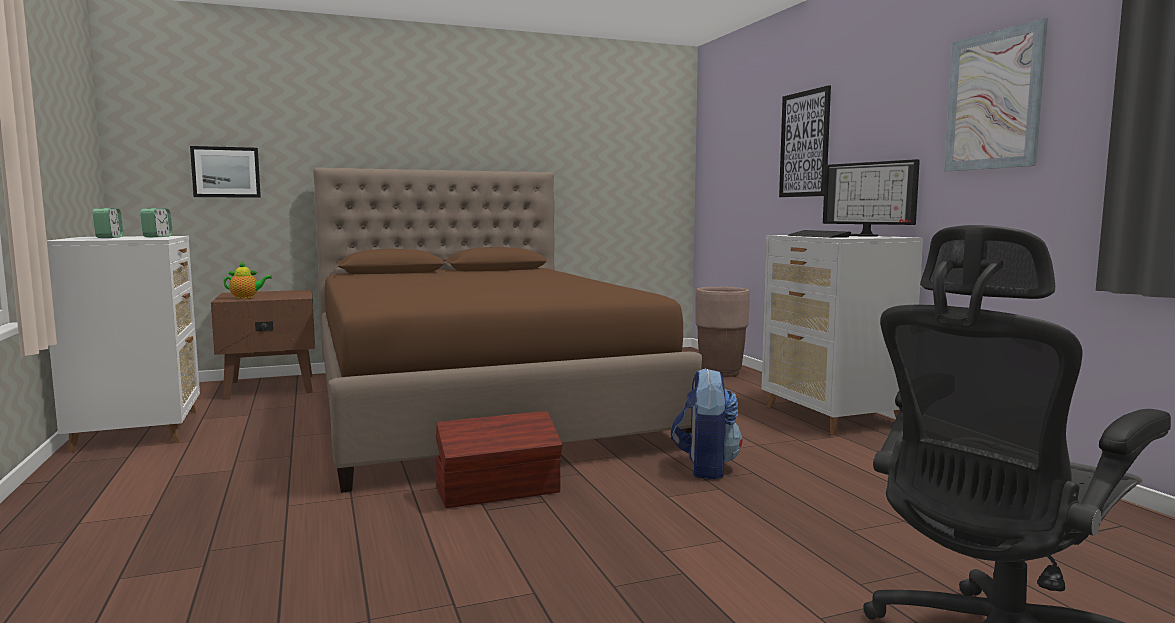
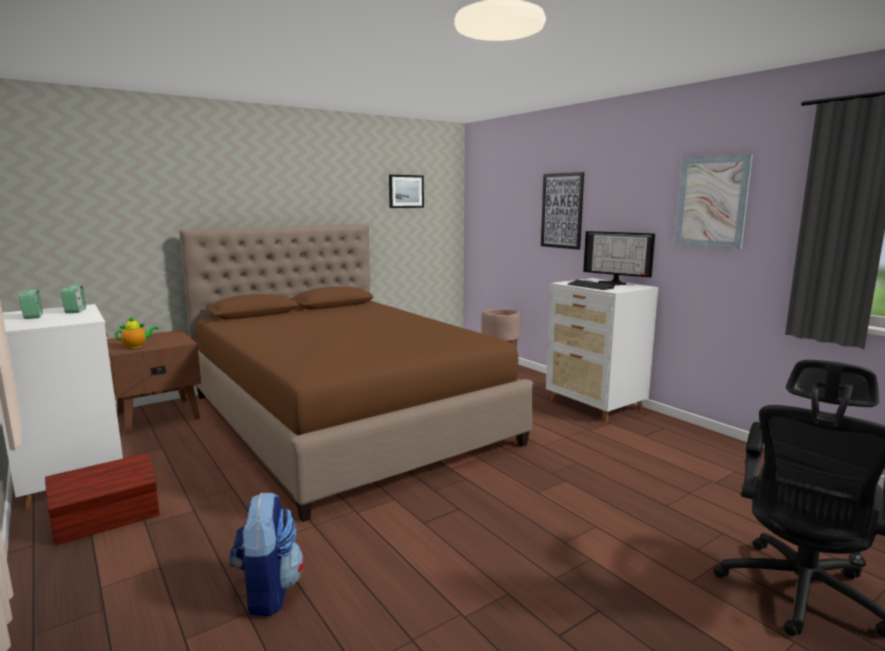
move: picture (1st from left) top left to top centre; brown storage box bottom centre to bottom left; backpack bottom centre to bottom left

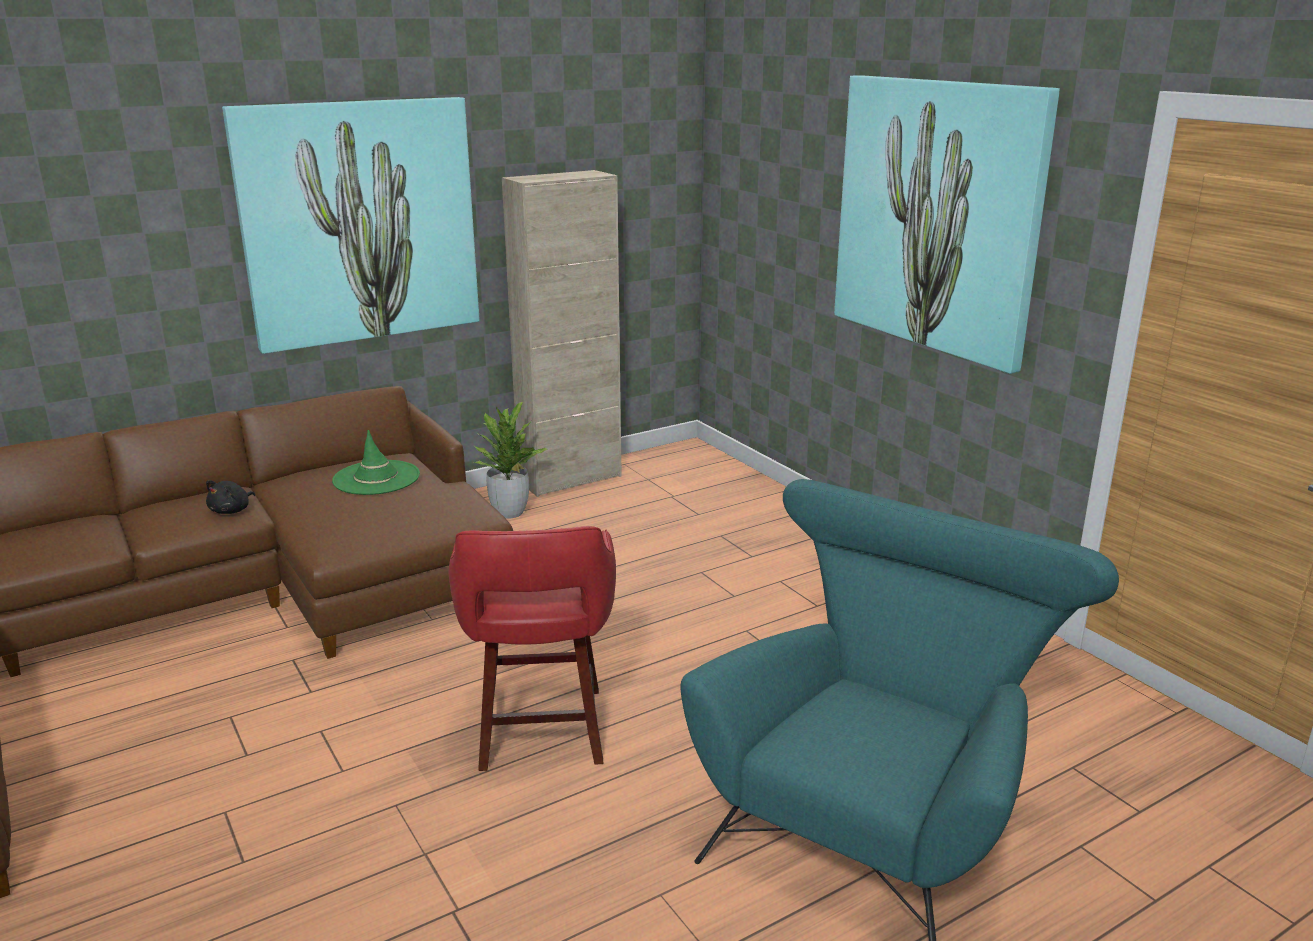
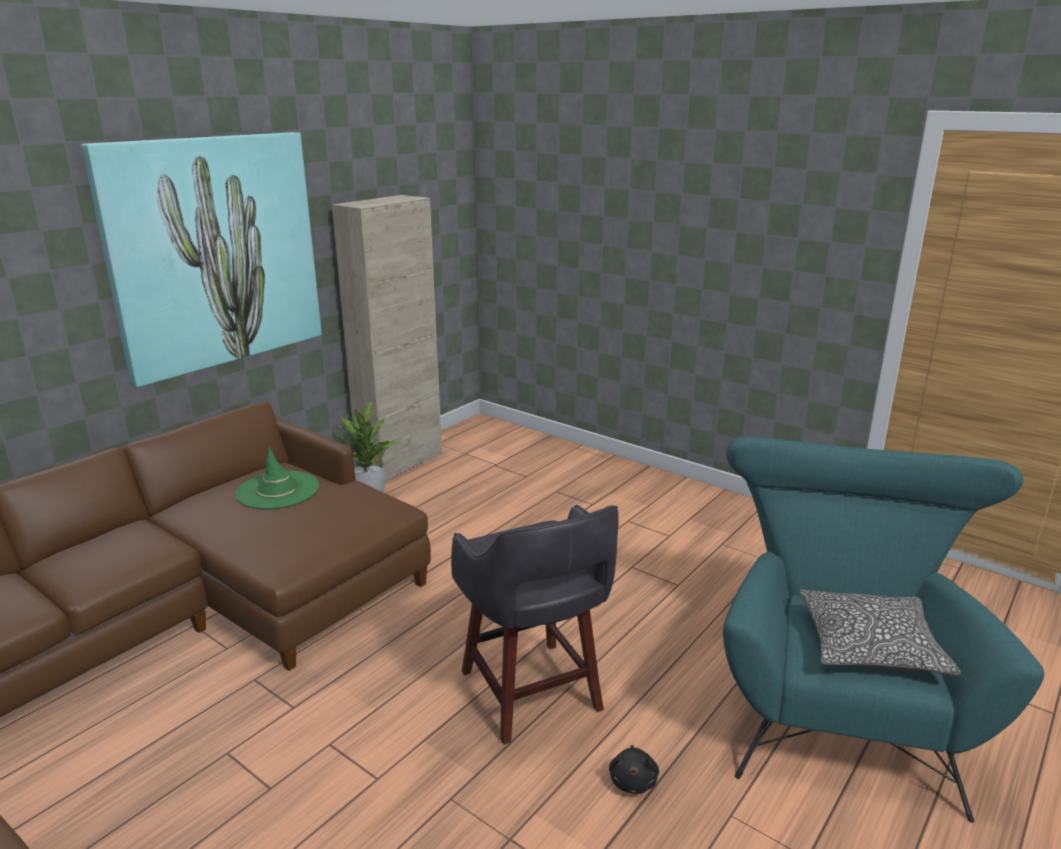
delete: picture (2nd from left) top right
insert: pillow bottom right
move: black plush toy middle left to bottom centre
recolor: red stool bottom centre to grey stool bottom centre

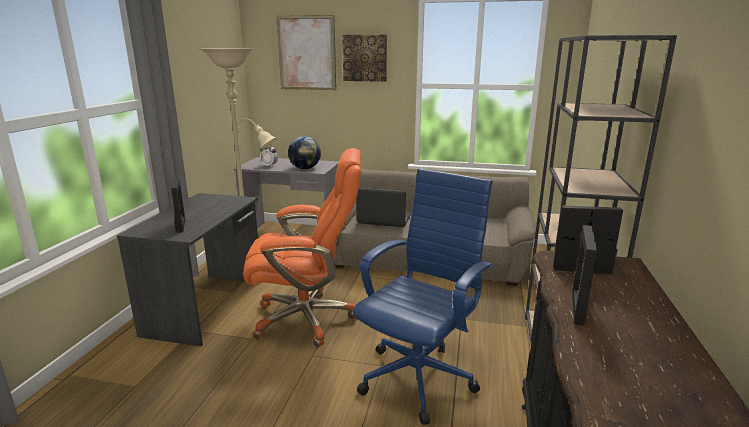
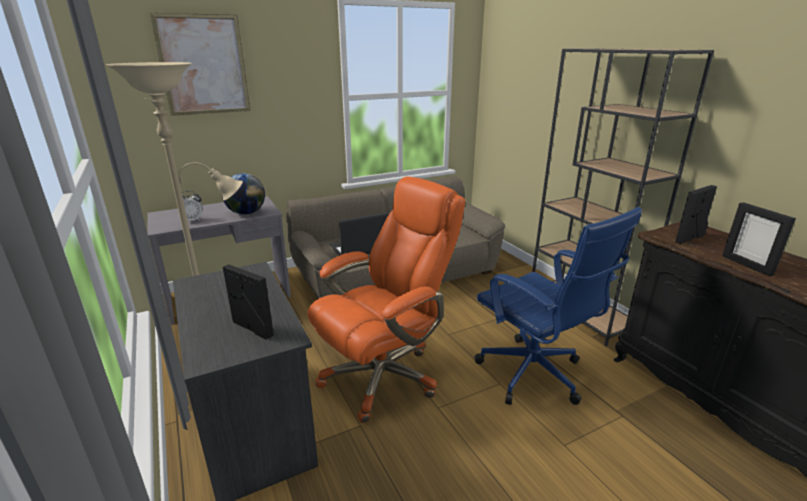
delete: picture (2nd from left) top centre
rotate: blue office chair bottom centre = middle right 150 degrees clockwise

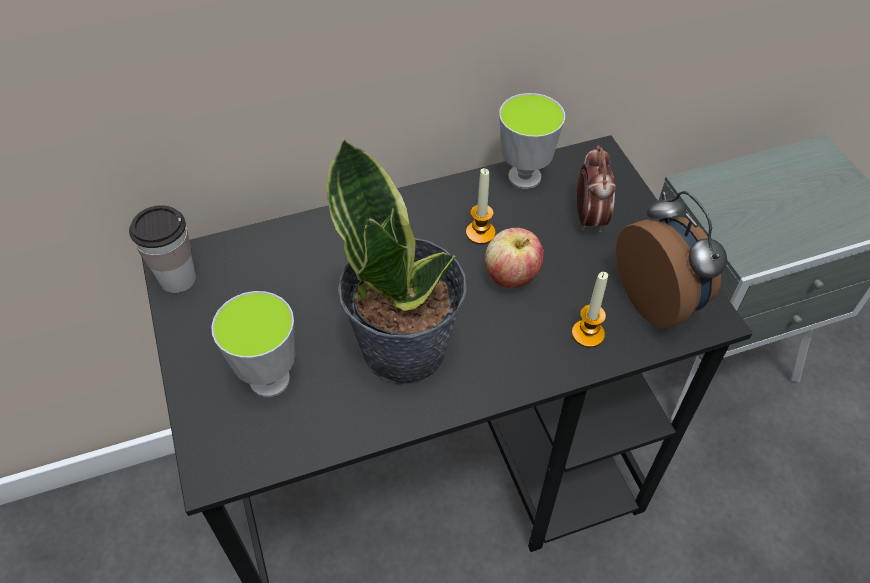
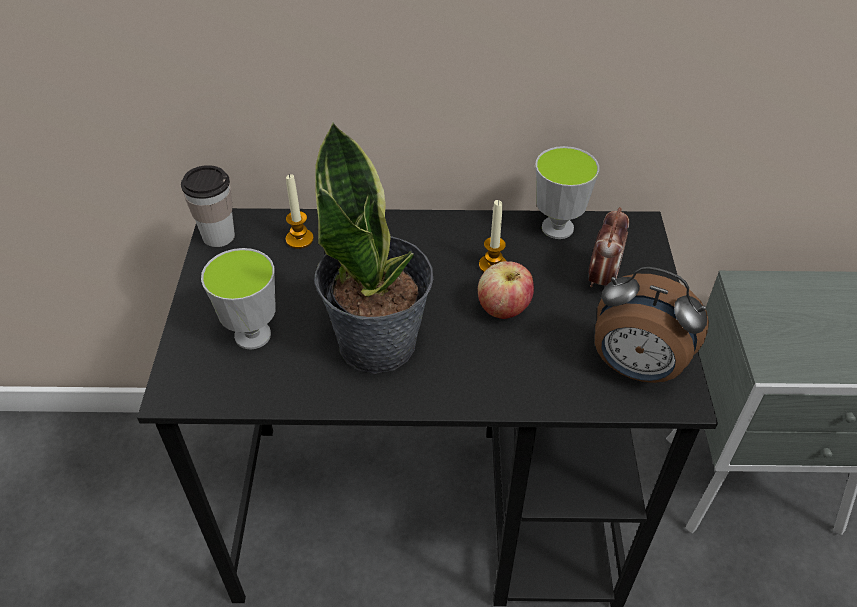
move: candle (2nd from left in the first image) middle right to candle (1st from left) centre
rotate: alarm clock (2nd from left) middle right = middle right 120 degrees clockwise

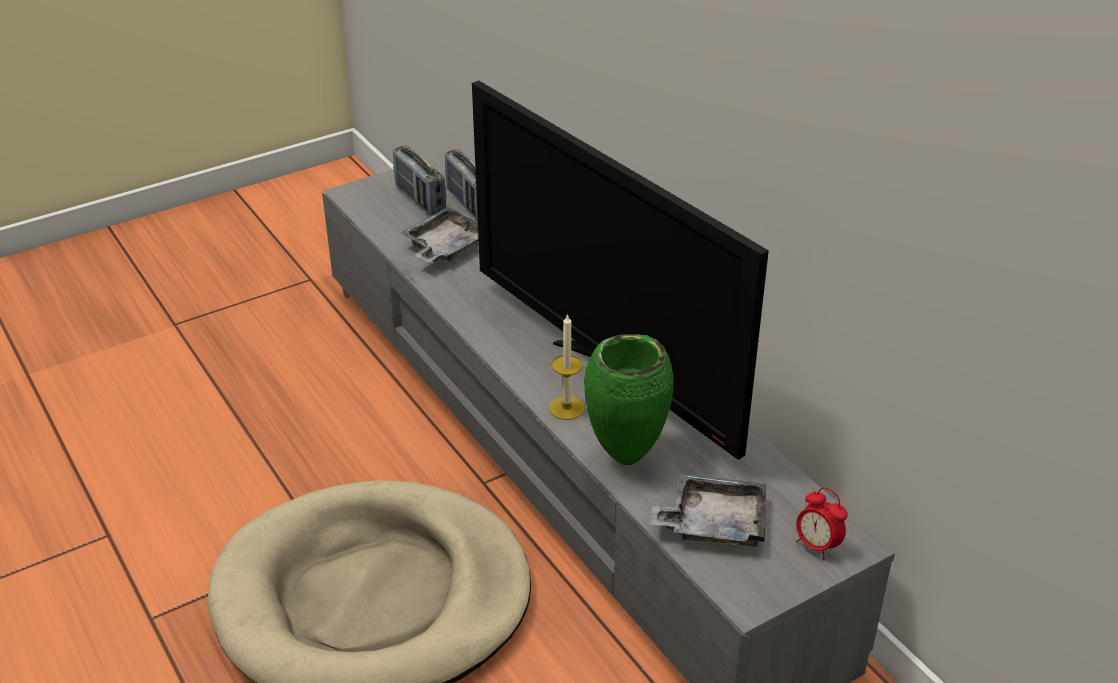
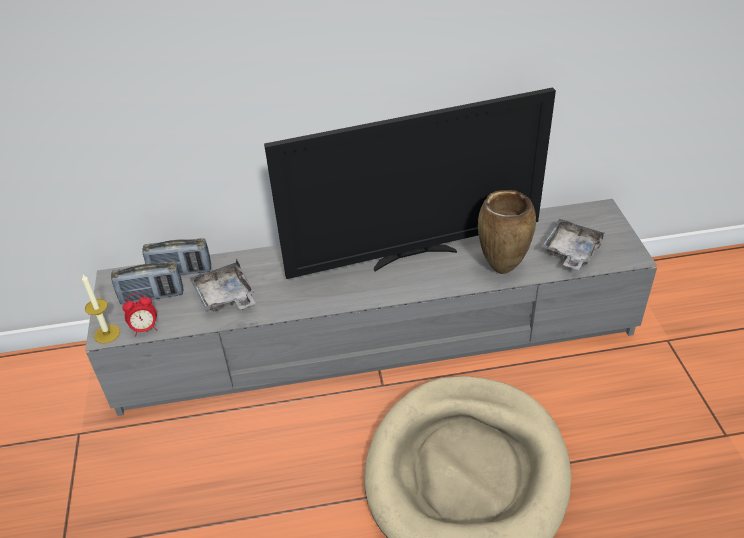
move: candle centre to middle left; alarm clock bottom right to middle left
recolor: green vase centre to brown vase middle right

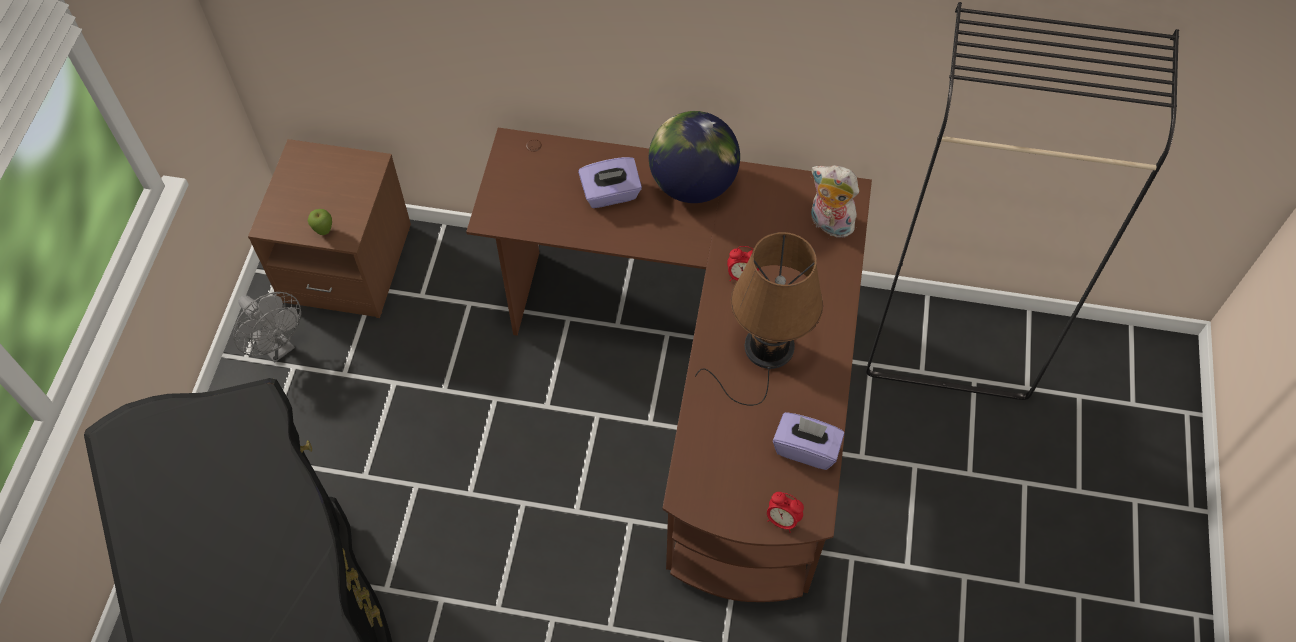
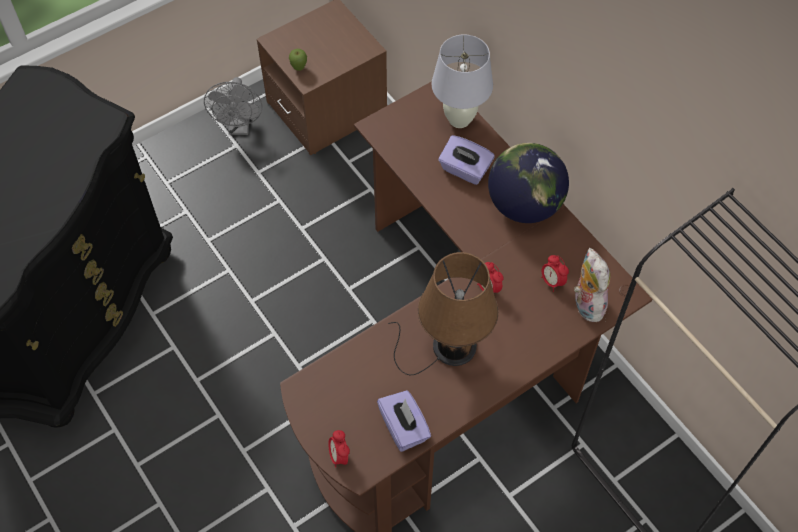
insert: white table lamp top centre; alarm clock (3rd from left) middle right

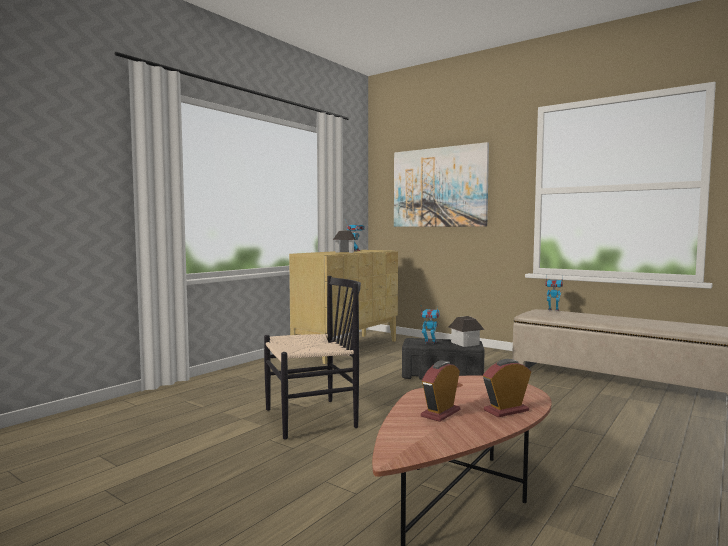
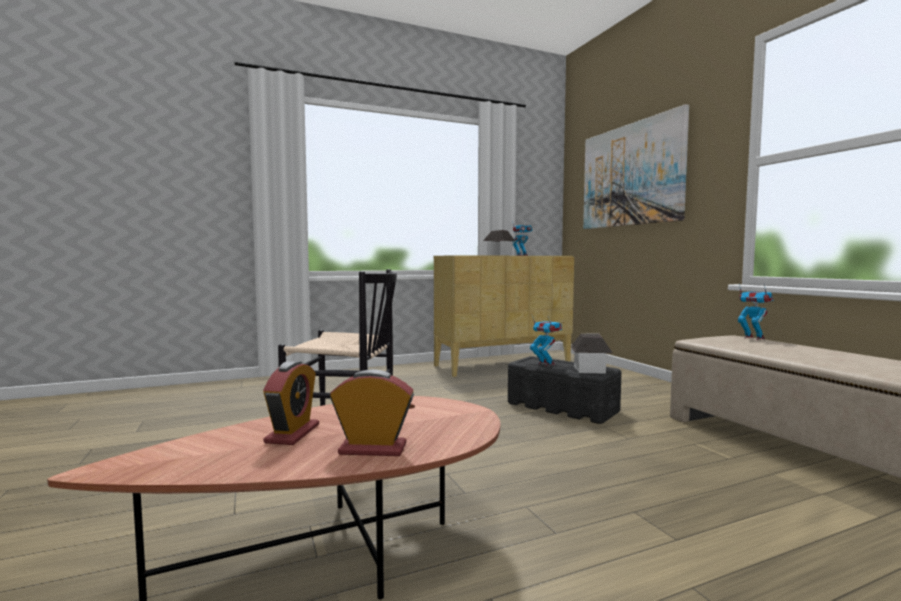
rotate: alarm clock (1st from left) bottom centre = bottom left 120 degrees clockwise

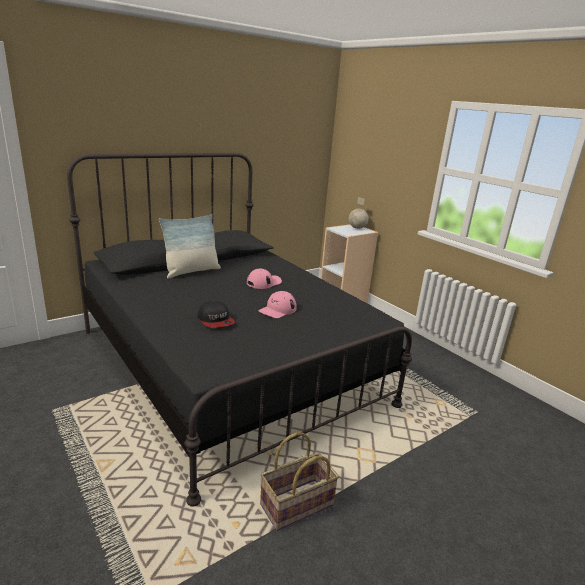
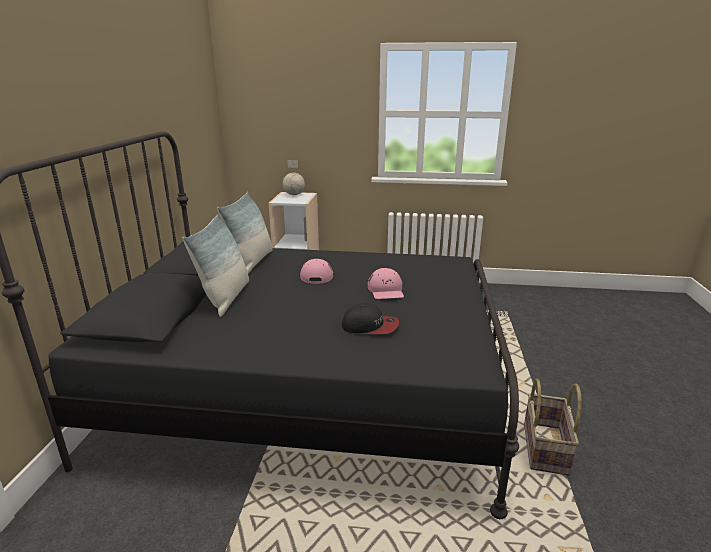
insert: pillow (2nd from left) centre

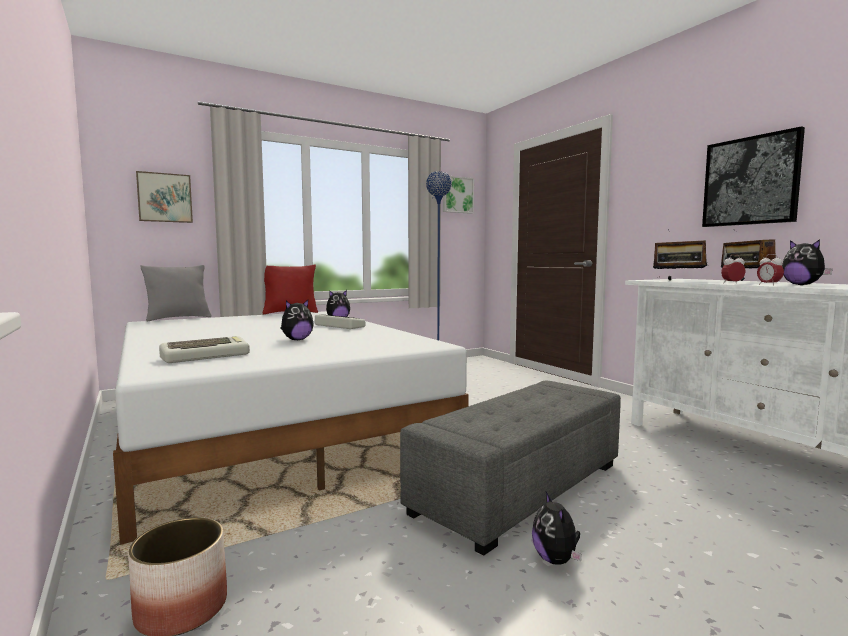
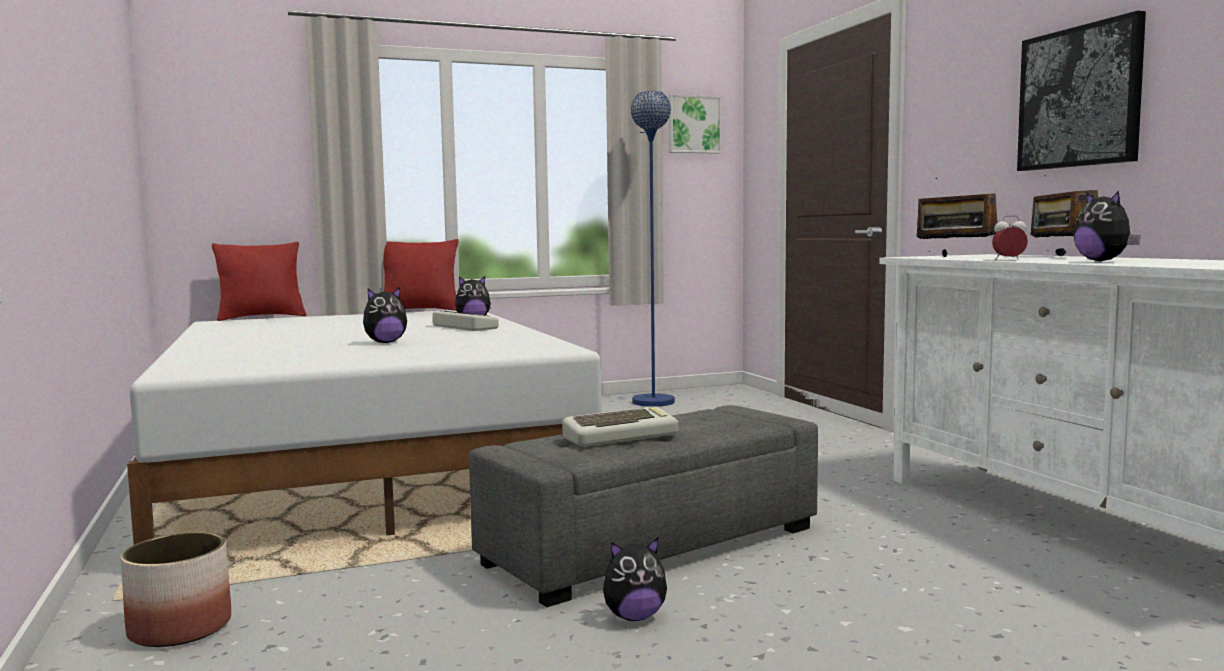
delete: picture (1st from left) top left; alarm clock (2nd from left) middle right
move: keyboard (1st from left in the first image) middle left to keyboard (2nd from left) centre
recolor: grey pillow middle left to red pillow (1st from left) middle left
rotate: plush toy (3rd from left) bottom centre = bottom centre 105 degrees counterclockwise

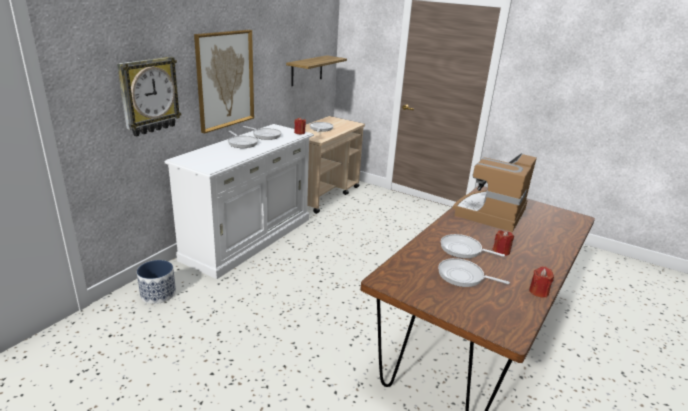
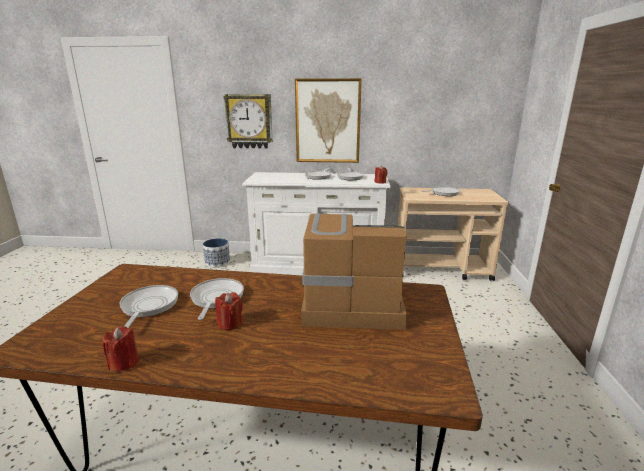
delete: shelf top centre

